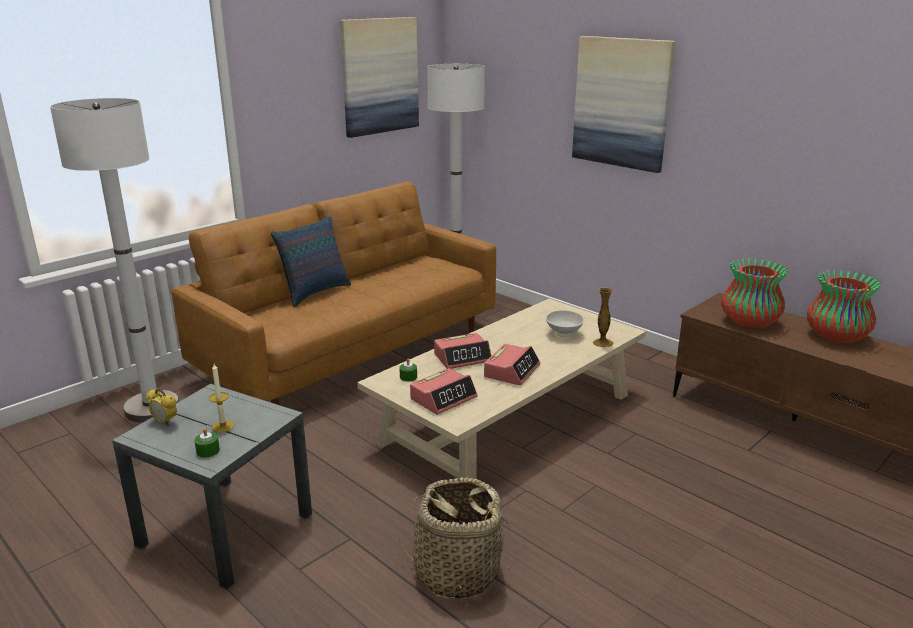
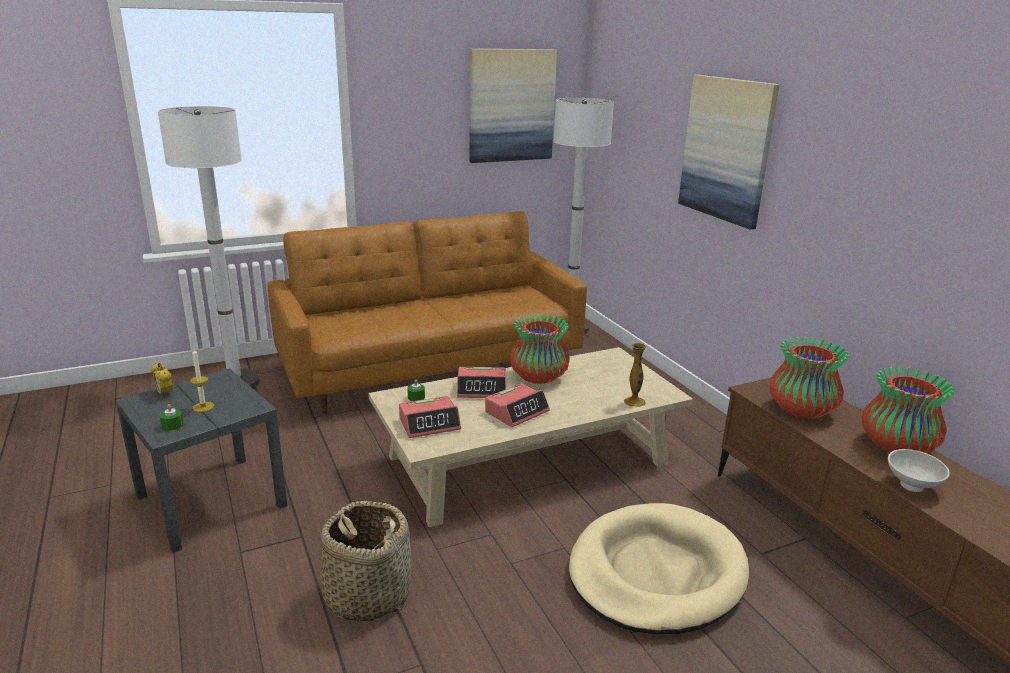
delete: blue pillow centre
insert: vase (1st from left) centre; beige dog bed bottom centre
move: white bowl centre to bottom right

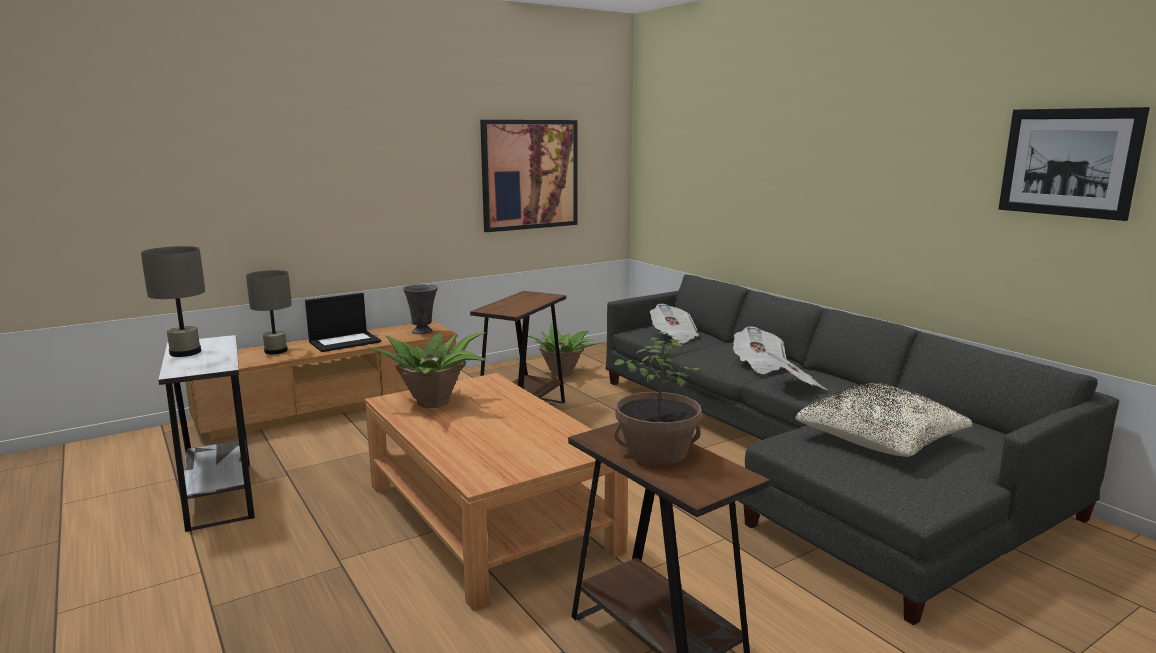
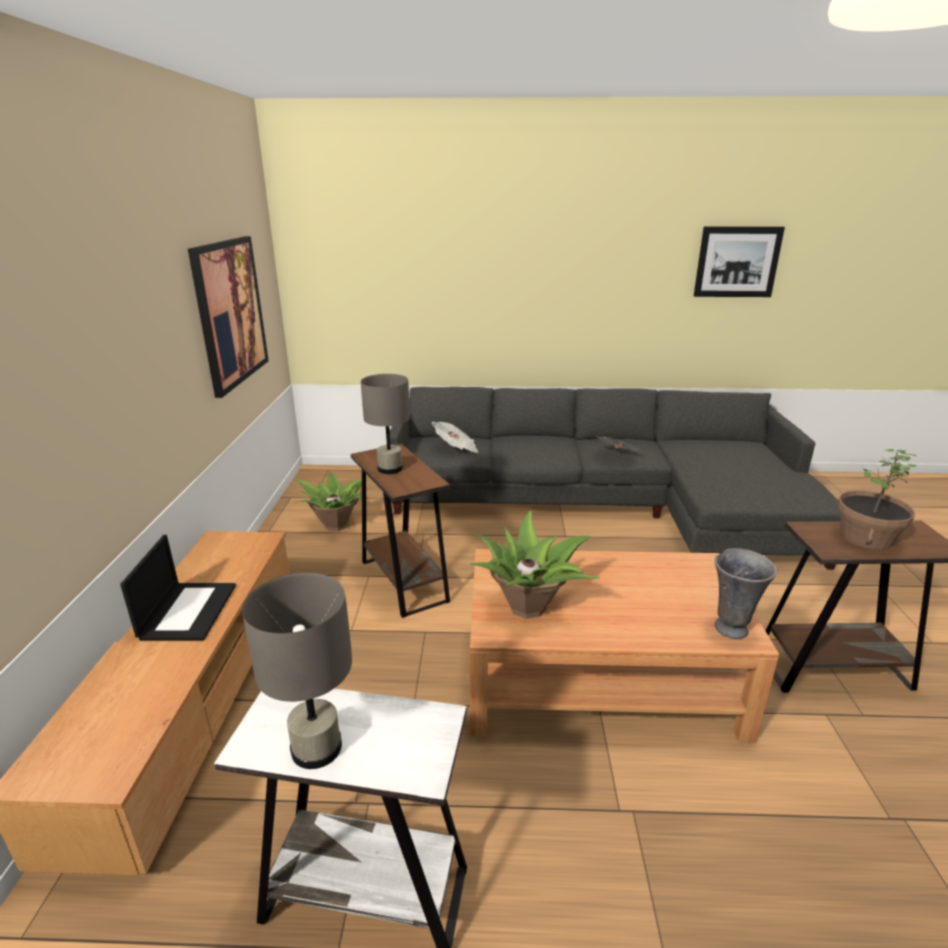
delete: newspaper (2nd from left) centre; beige pillow middle right
move: grey table lamp (2nd from left) middle left to centre; grey vase centre to middle right

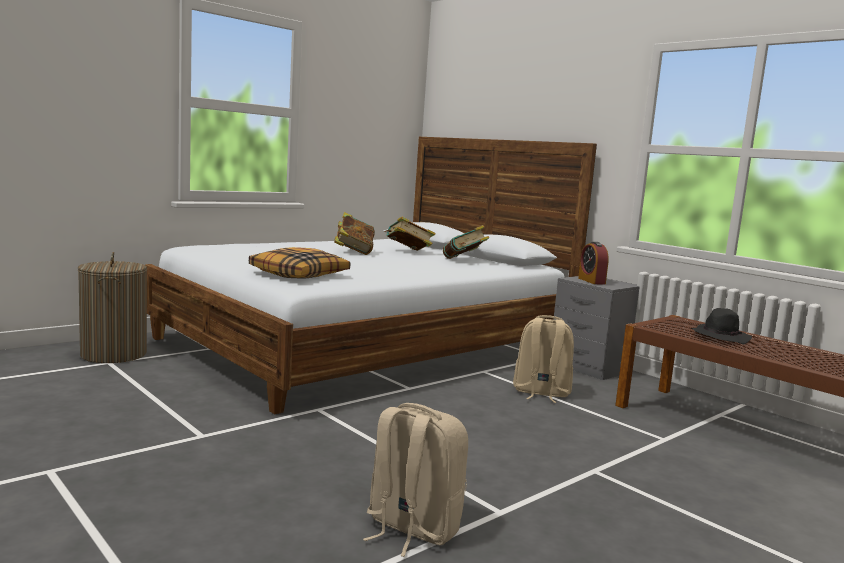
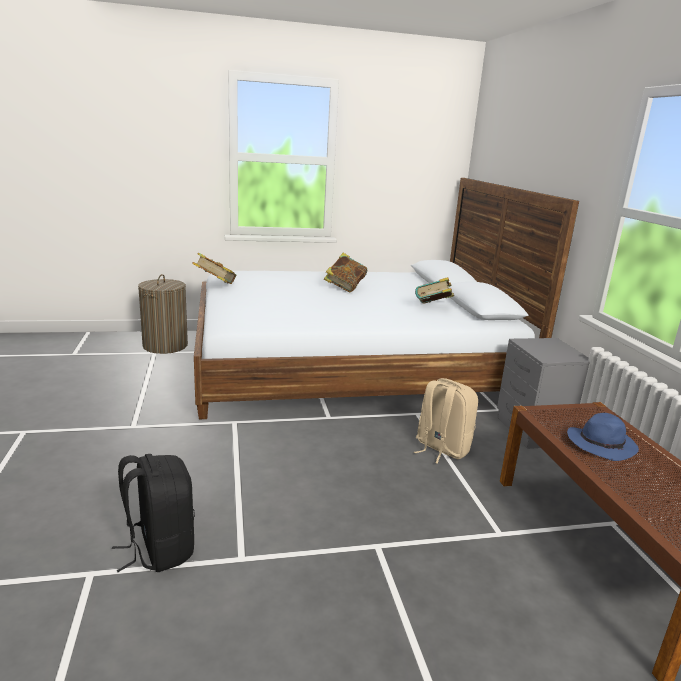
delete: pillow centre; alarm clock middle right
move: book (2nd from left in the first image) centre to book (1st from left) middle left
recolor: beige backpack (1st from left) bottom centre to black backpack bottom left; black hat middle right to blue hat middle right

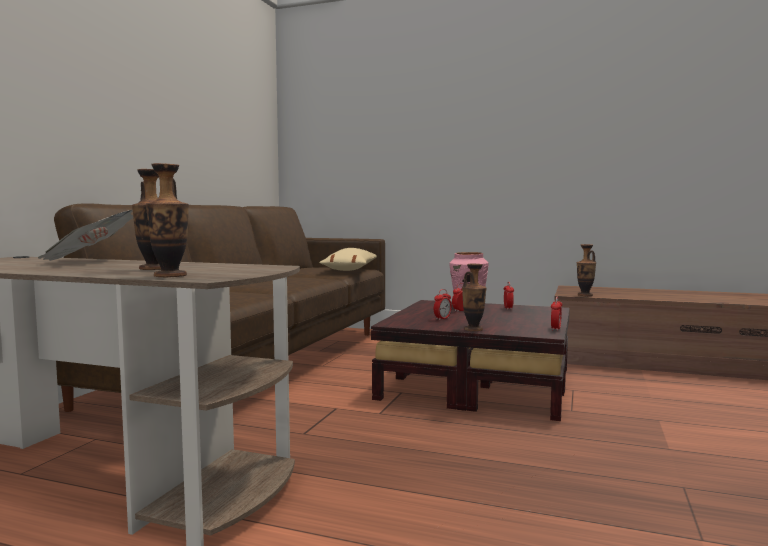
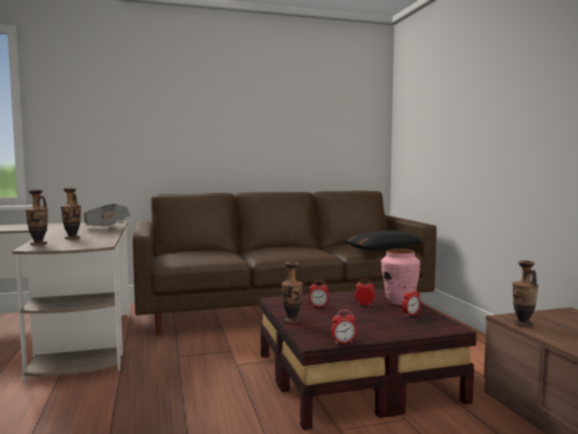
recolor: beige pillow centre to black pillow centre

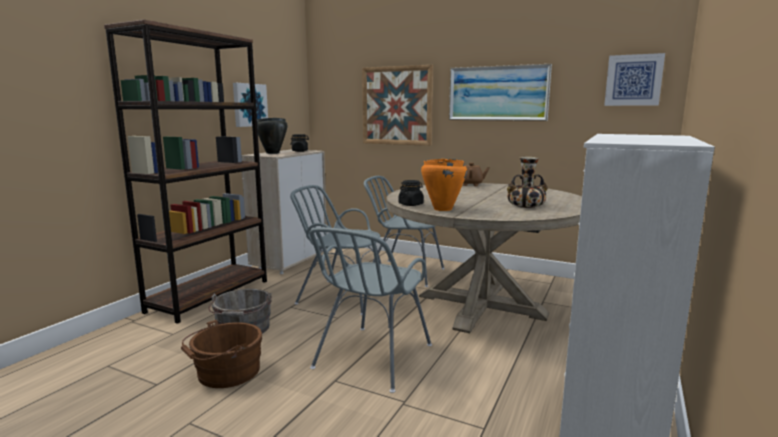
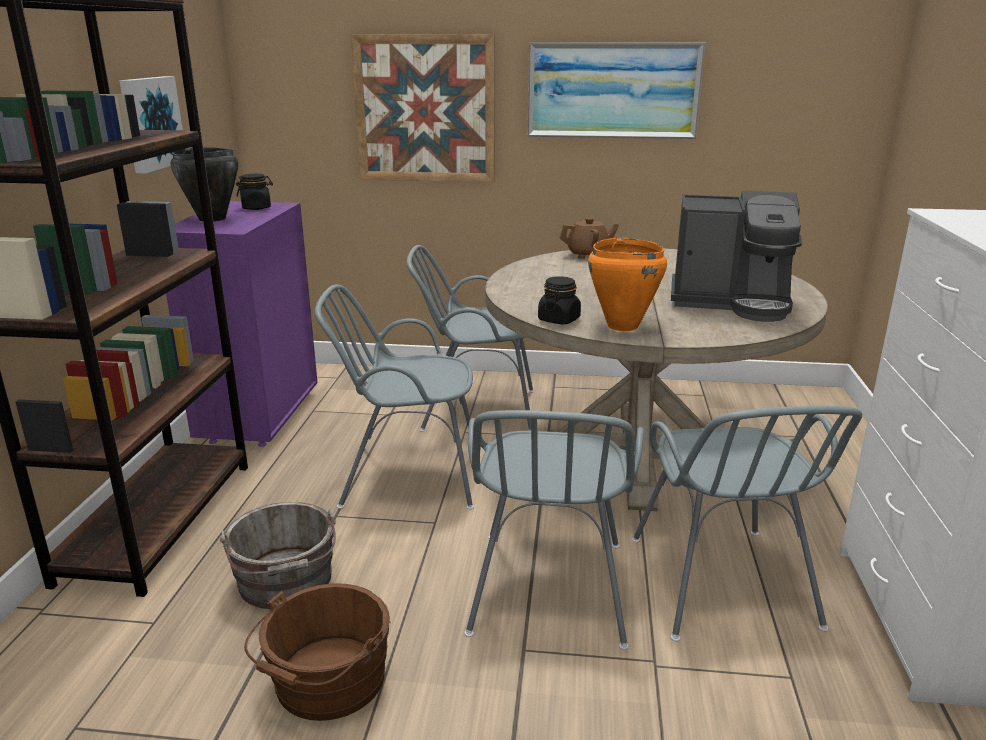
delete: picture (4th from left) top right
insert: grey chair (4th from left) bottom right
replace: vase middle right to coffee machine middle right
recolor: beige cabinet centre to purple cabinet middle left

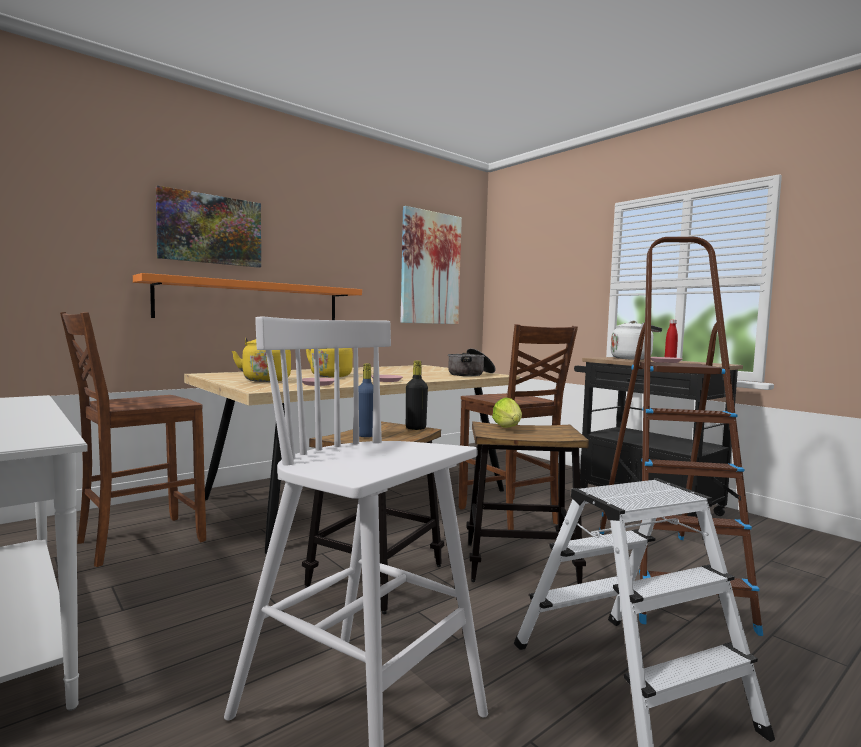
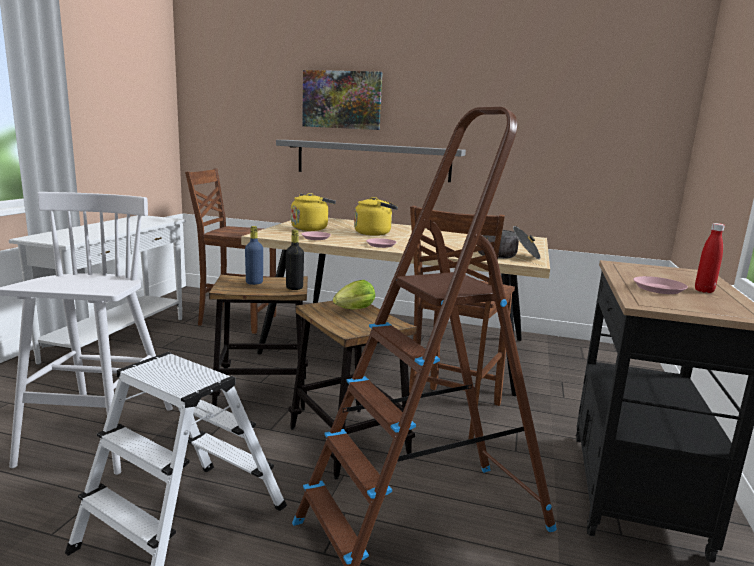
delete: picture (2nd from left) centre; white kettle middle right
recolor: orange shelf middle left to grey shelf top centre

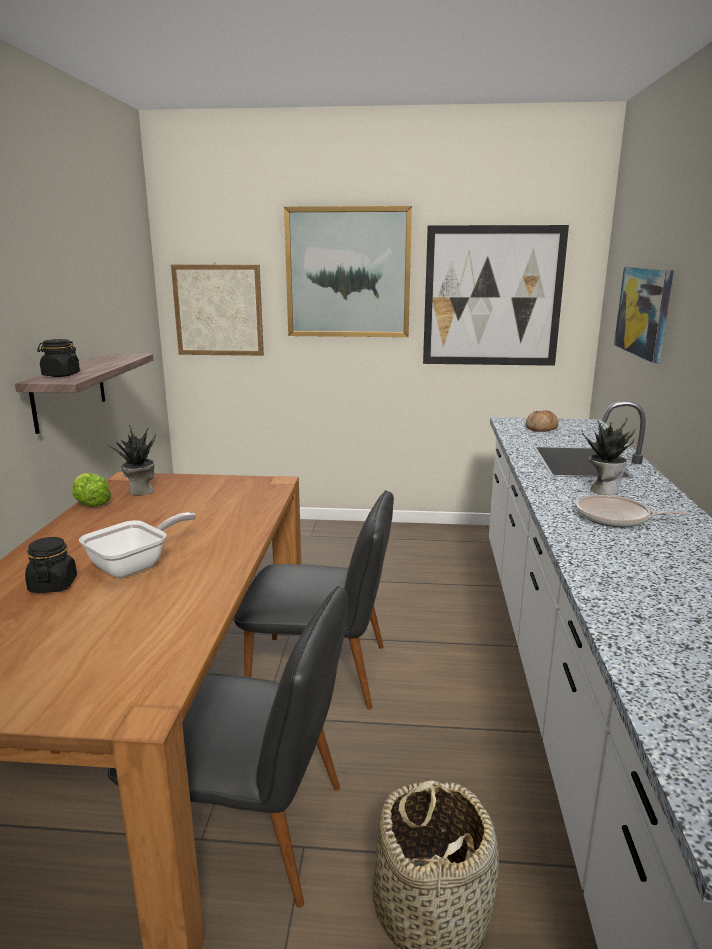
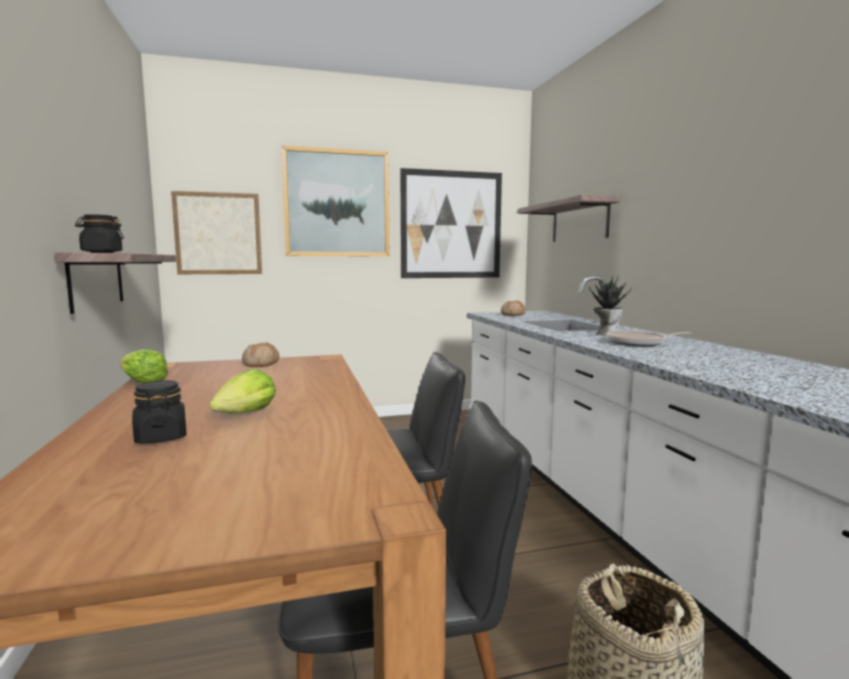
delete: potted plant (1st from left) middle left
insert: bread (1st from left) middle left
replace: frying pan (1st from left) middle left to lettuce (2nd from left) middle left; picture (4th from left) top right to shelf (2nd from left) top right

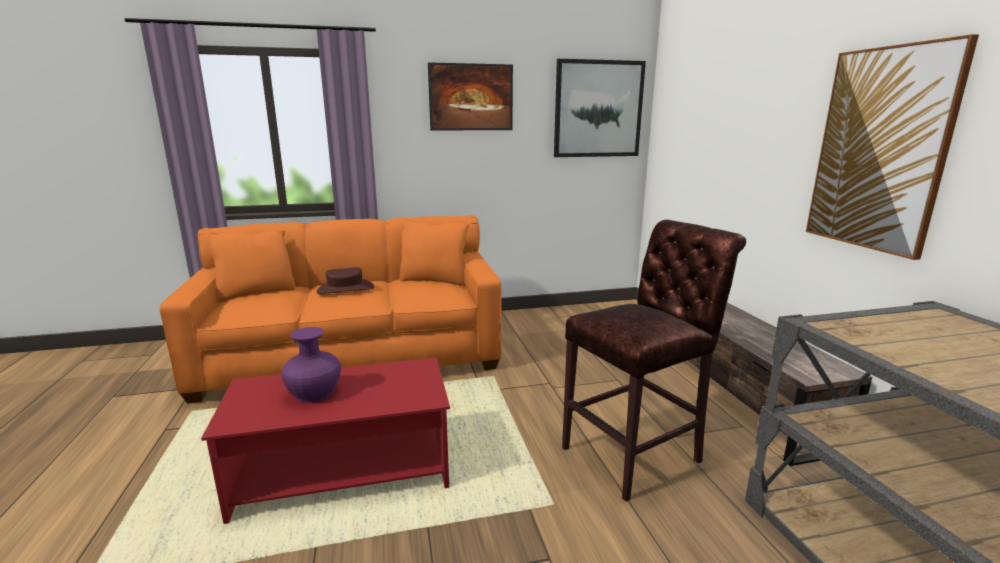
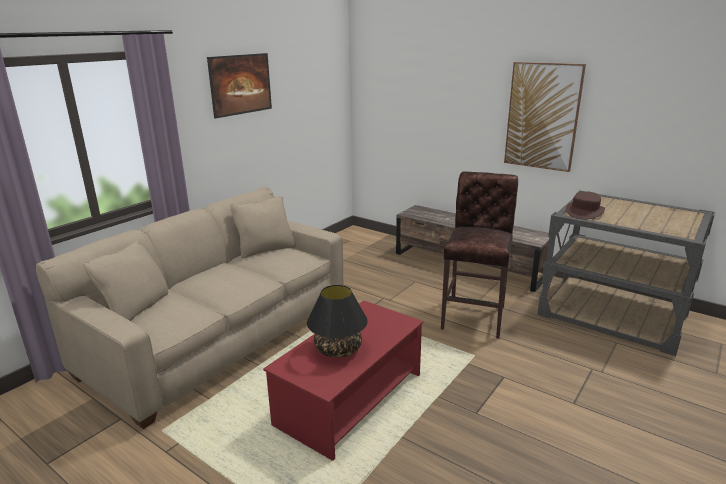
delete: picture (2nd from left) top centre
move: brown hat centre to middle right
replace: purple vase middle left to black table lamp centre
recolor: orange sofa middle left to beige sofa middle left

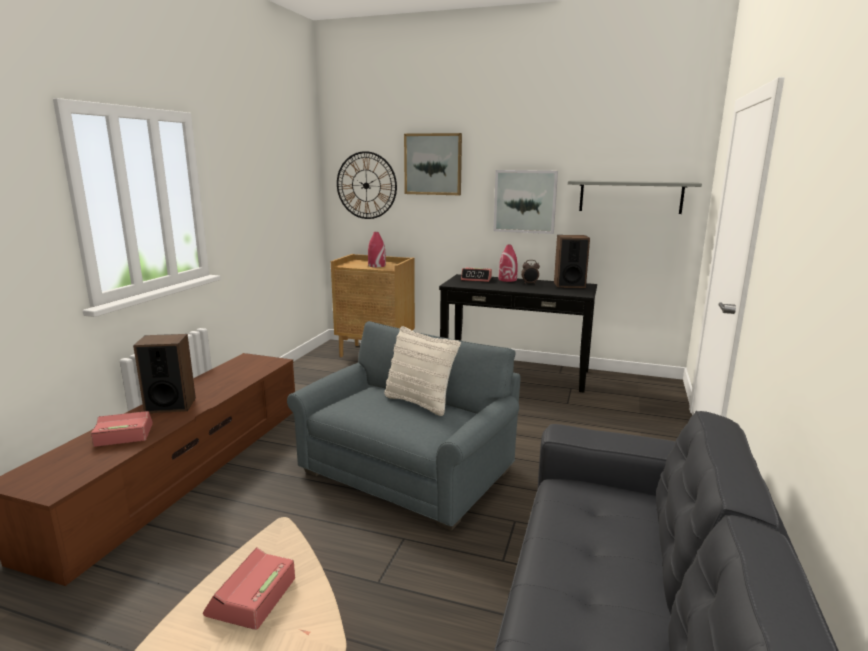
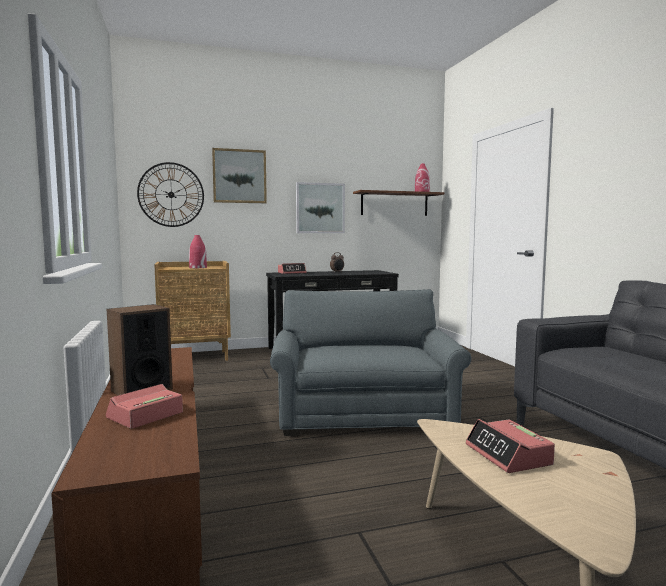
delete: beige pillow centre; speaker (2nd from left) centre
move: red vase (2nd from left) centre to top centre
recolor: grey shelf top right to brown shelf centre

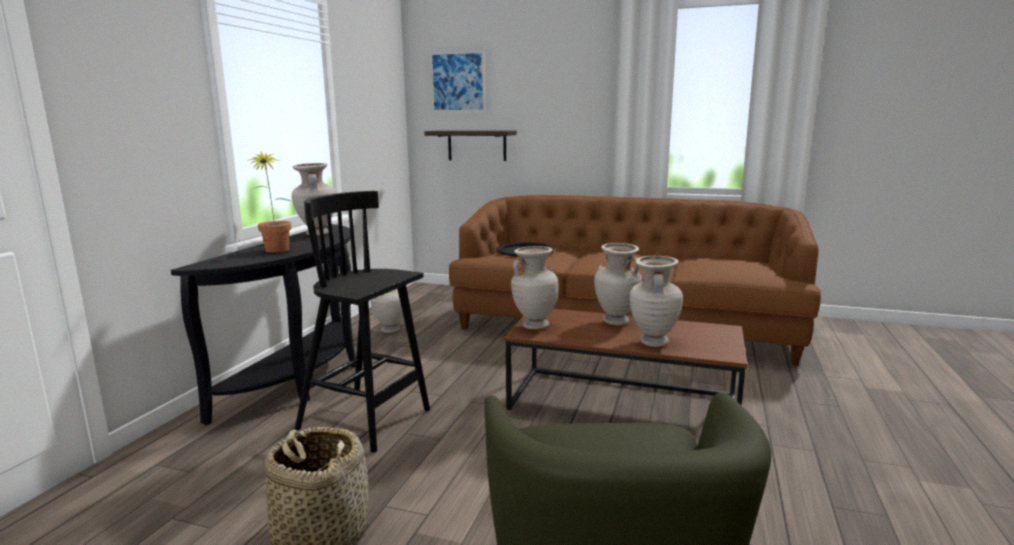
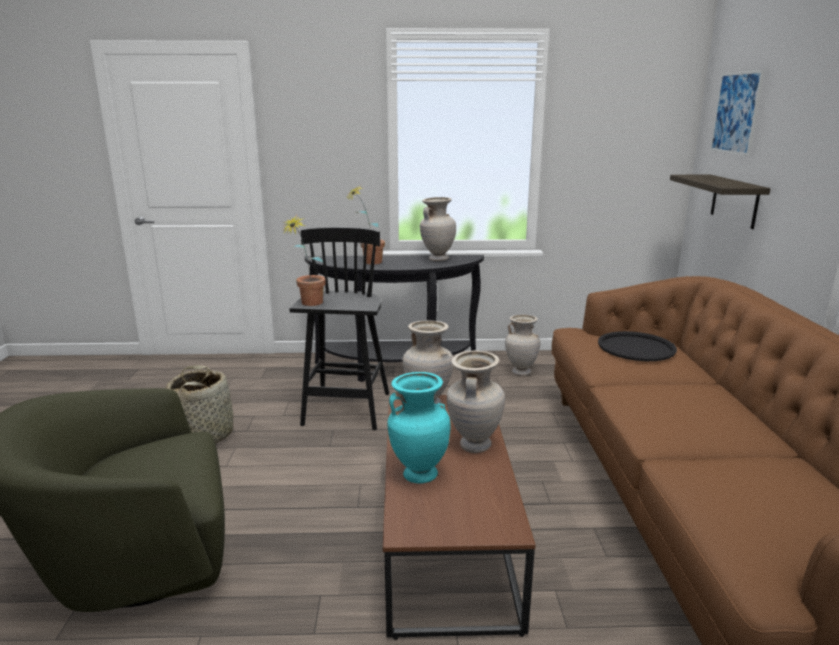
insert: potted plant (1st from left) centre
recolor: beige vase (5th from left) centre to turquoise vase centre

